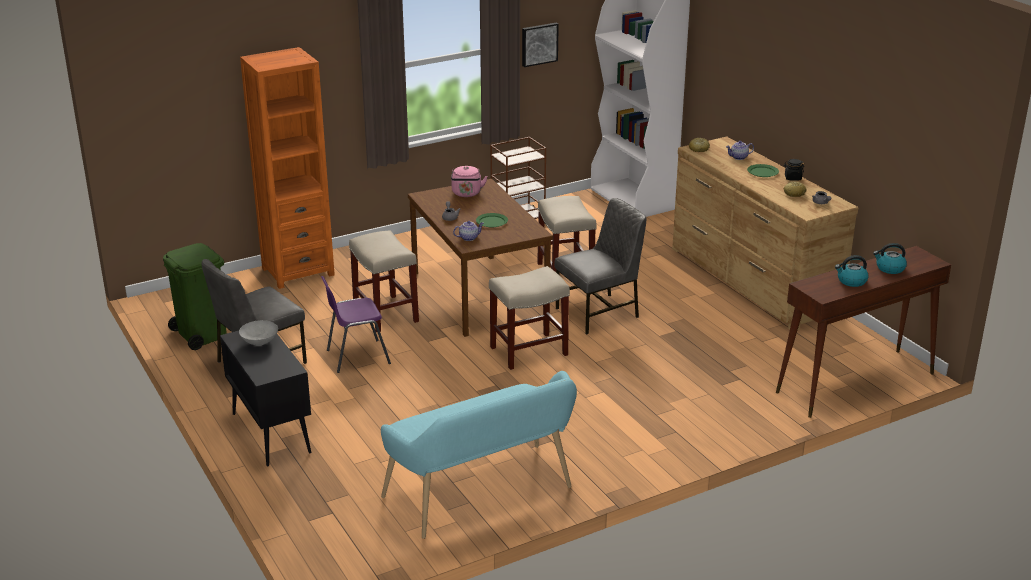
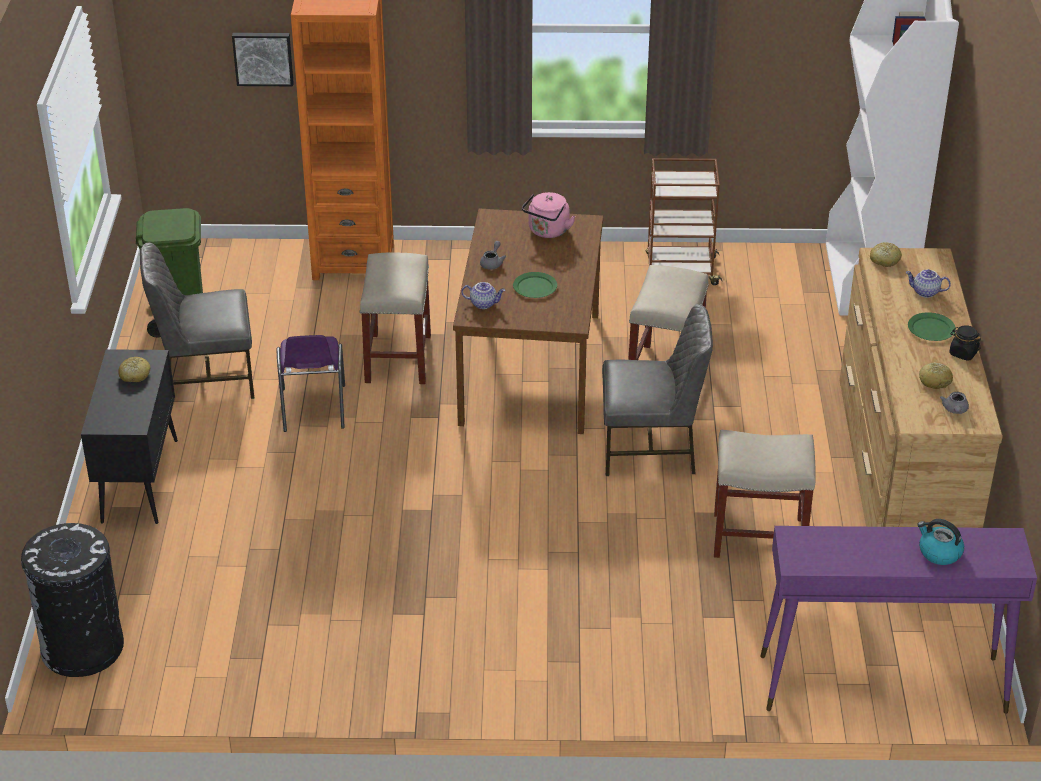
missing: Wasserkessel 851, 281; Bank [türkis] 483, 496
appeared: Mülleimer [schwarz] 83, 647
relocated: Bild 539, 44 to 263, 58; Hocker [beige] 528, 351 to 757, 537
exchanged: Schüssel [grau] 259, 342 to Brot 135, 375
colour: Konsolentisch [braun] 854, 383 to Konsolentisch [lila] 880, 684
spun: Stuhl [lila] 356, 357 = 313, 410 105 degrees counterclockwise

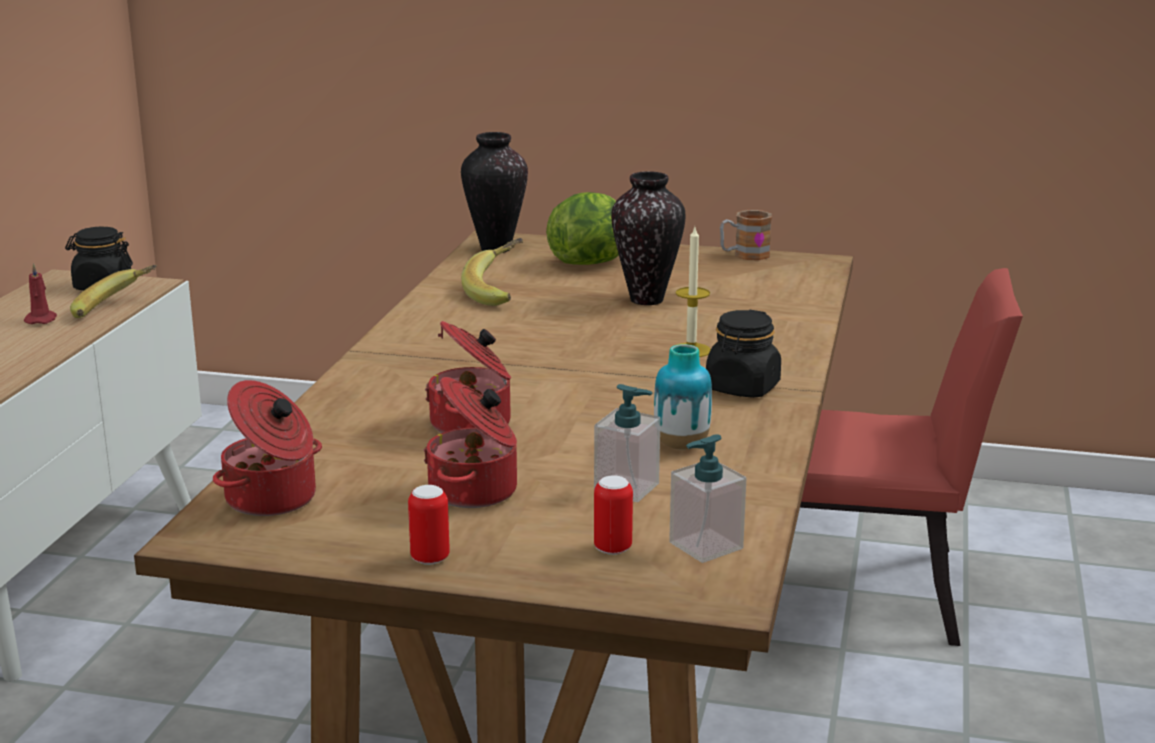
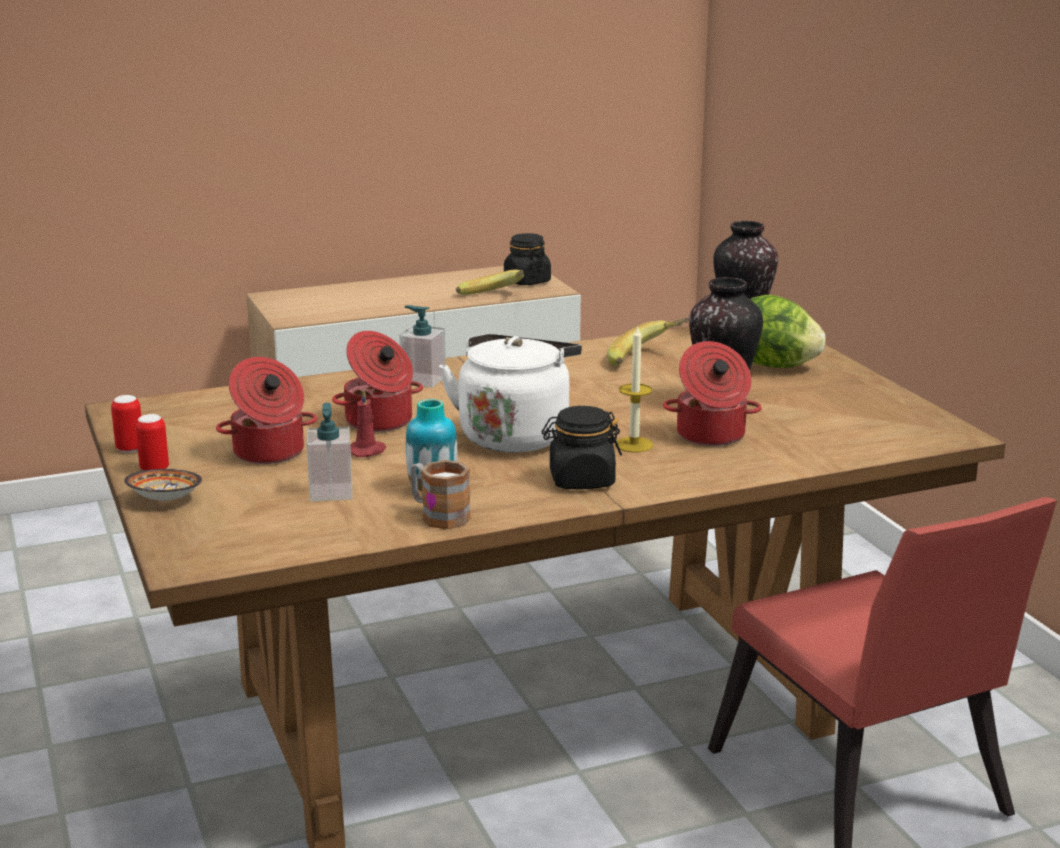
appeared: Wasserkessel [weiß] 515, 435; Schüssel 165, 499
relocated: Henkelbecher 744, 255 to 438, 515; Kerze [rot] 41, 319 to 367, 451; Kochtopf 273, 499 to 710, 436; Seifenspender 705, 546 to 423, 380; Dose 612, 548 to 130, 449

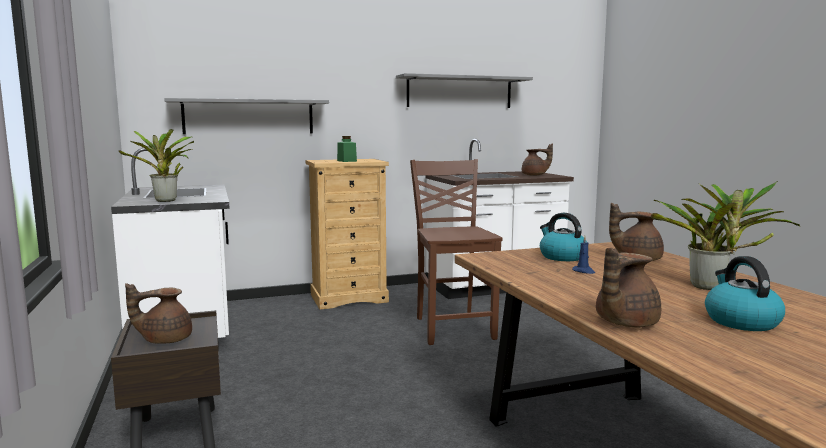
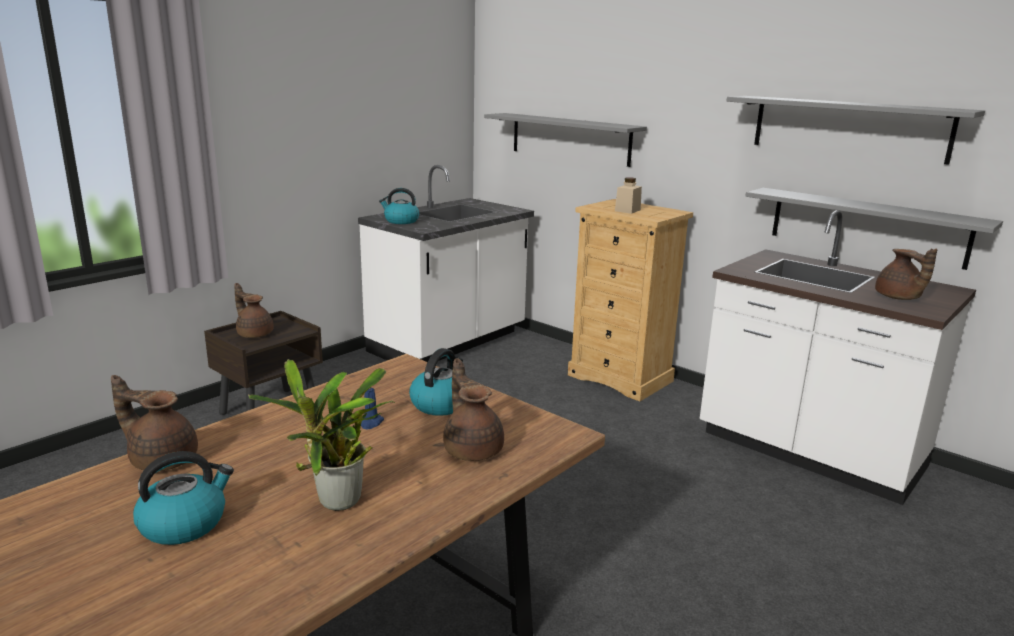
missing: Stuhl [braun] 453, 328
appeared: Wandregal [grau] 867, 227
exchanged: Topfpflanze 166, 201 to Wasserkessel 401, 221
colour: Vorratsglas [grün] 347, 161 to Vorratsglas [beige] 627, 210

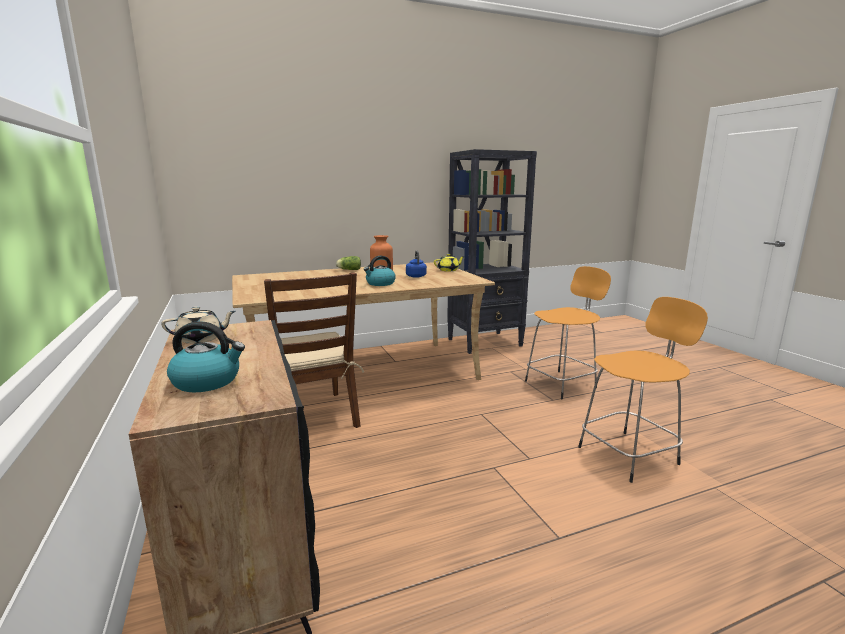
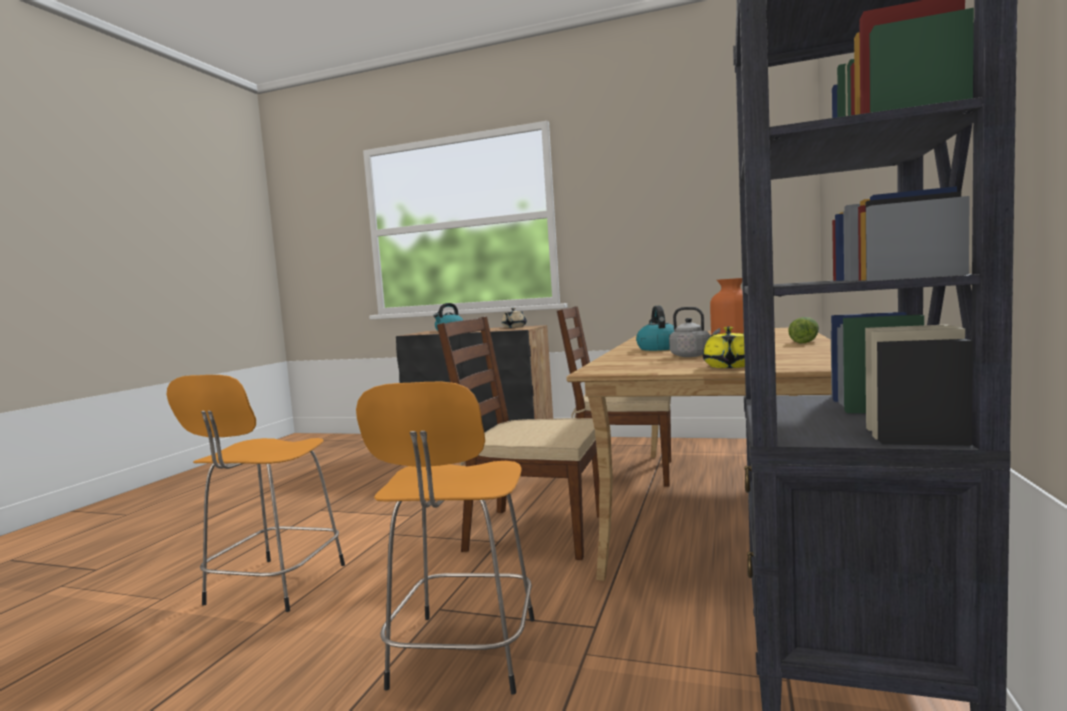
appeared: Stuhl [braun] 534, 532
colour: Wasserkessel [blau] 416, 276 to Wasserkessel [grau] 692, 356

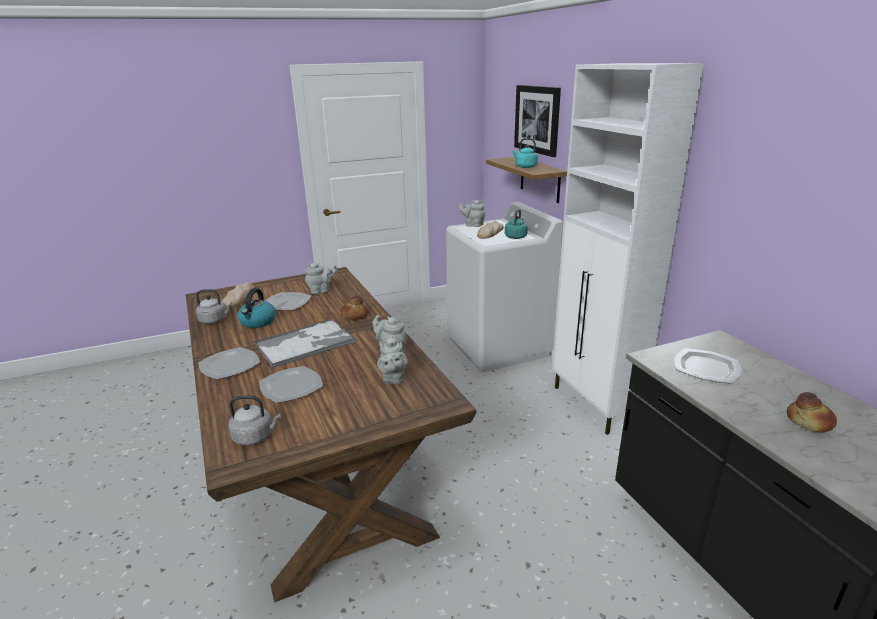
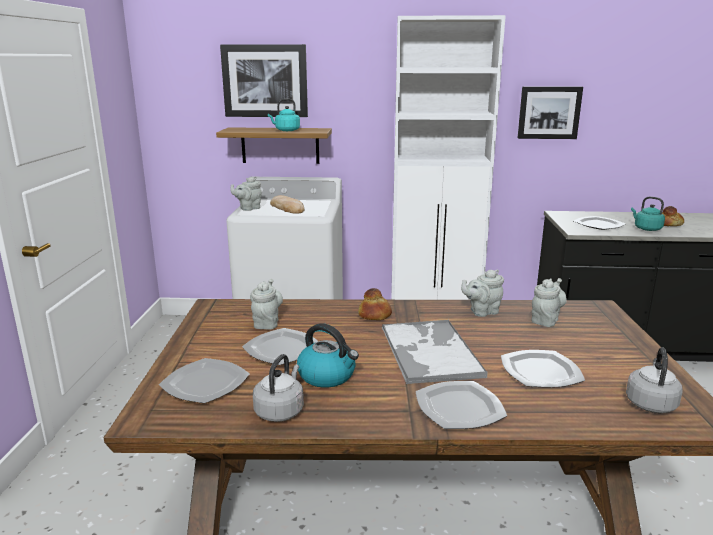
appeared: Bild 549, 112
relocated: Wasserkessel [türkis] 516, 237 to 646, 228
exchanged: Brot 239, 297 to Teller 206, 383
spun: Teekanne [grau] 393, 378 = 545, 320 75 degrees counterclockwise

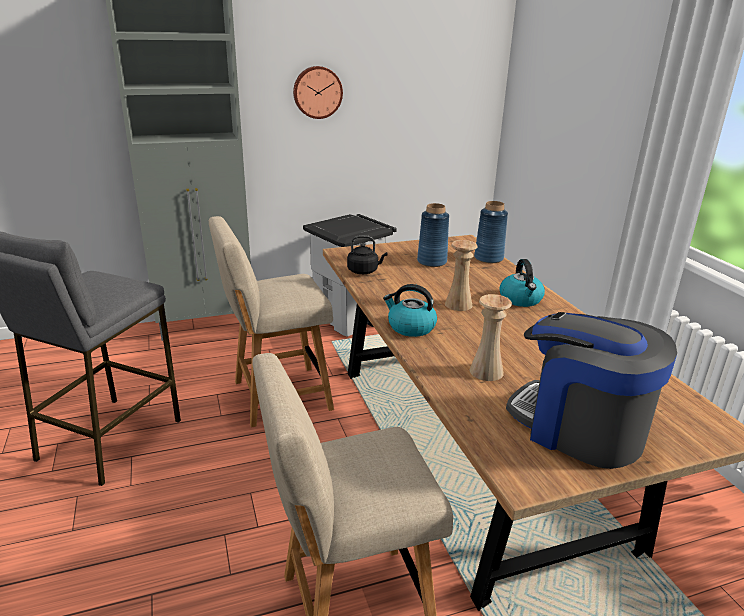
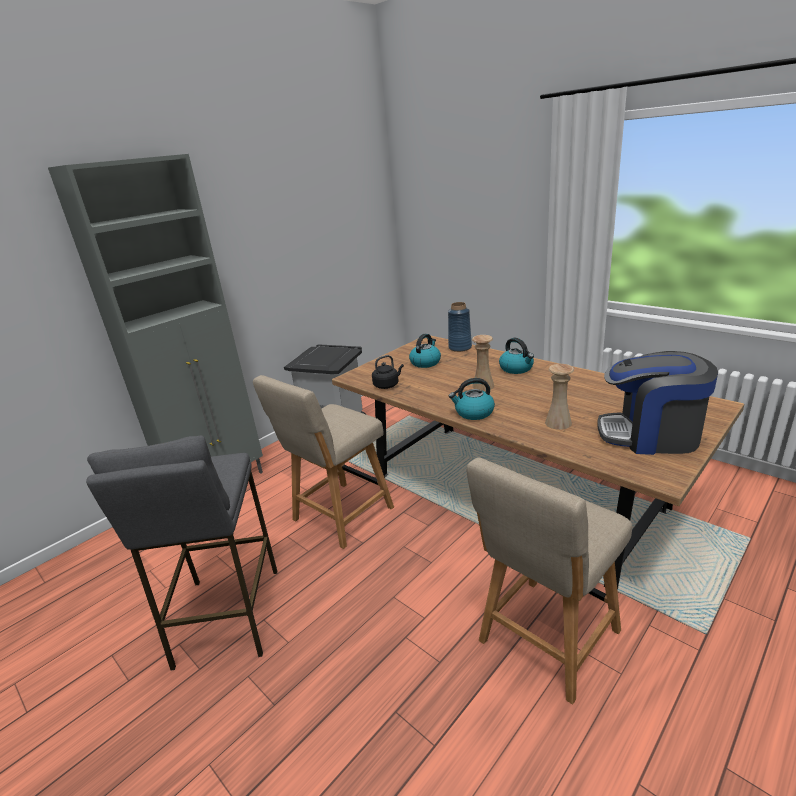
missing: Wanduhr 317, 92
exchanged: Vase [blau] 431, 262 to Wasserkessel 425, 362

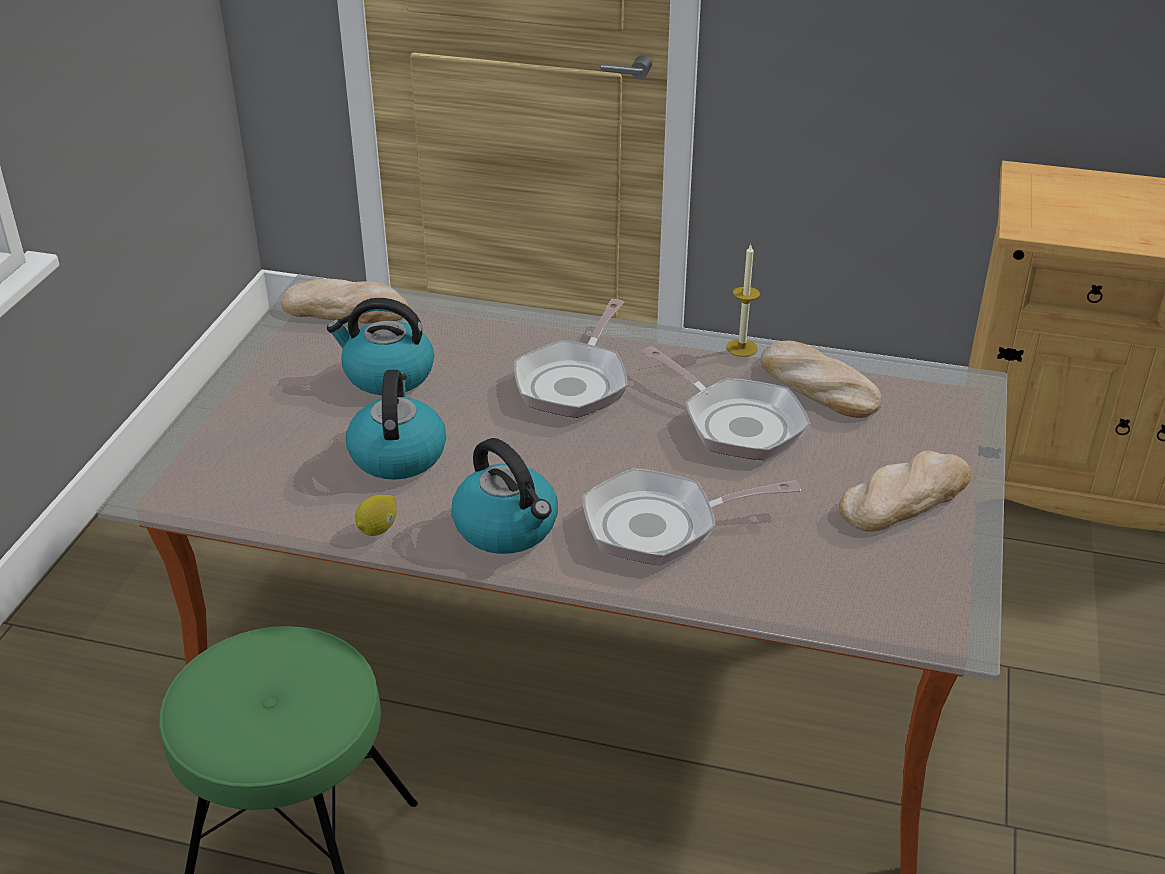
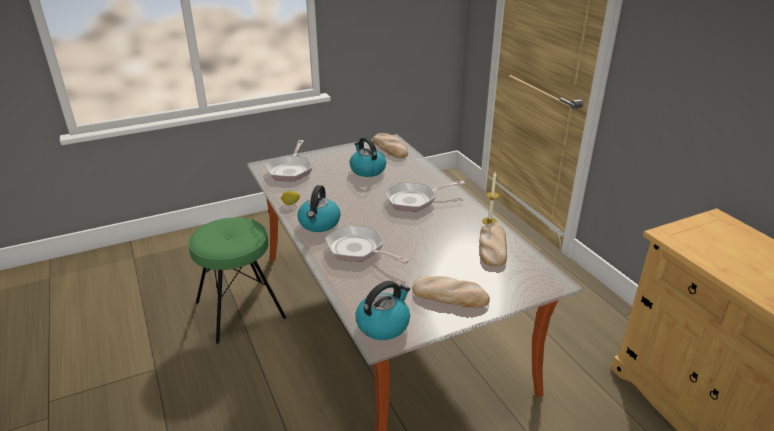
relocated: Pfanne 736, 423 to 290, 170; Wasserkessel 397, 454 to 383, 324

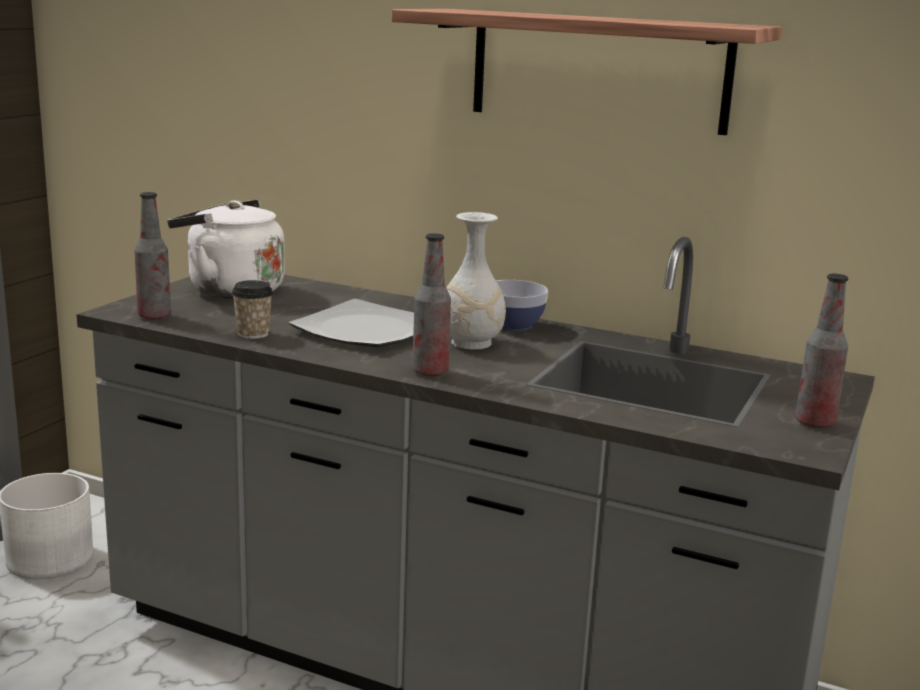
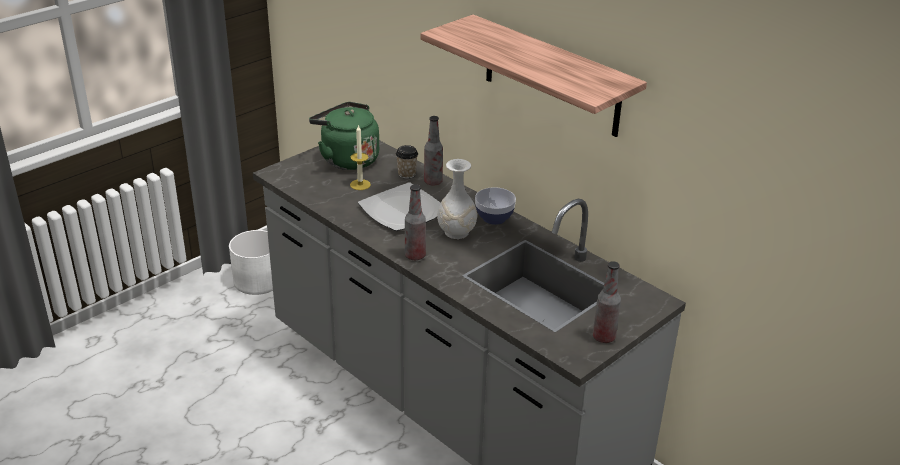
appeared: Kerze 360, 184
relocated: Flasche 154, 316 to 433, 182; Tasse 253, 334 to 406, 174
colour: Wasserkessel [weiß] 230, 290 to Wasserkessel [grün] 347, 159

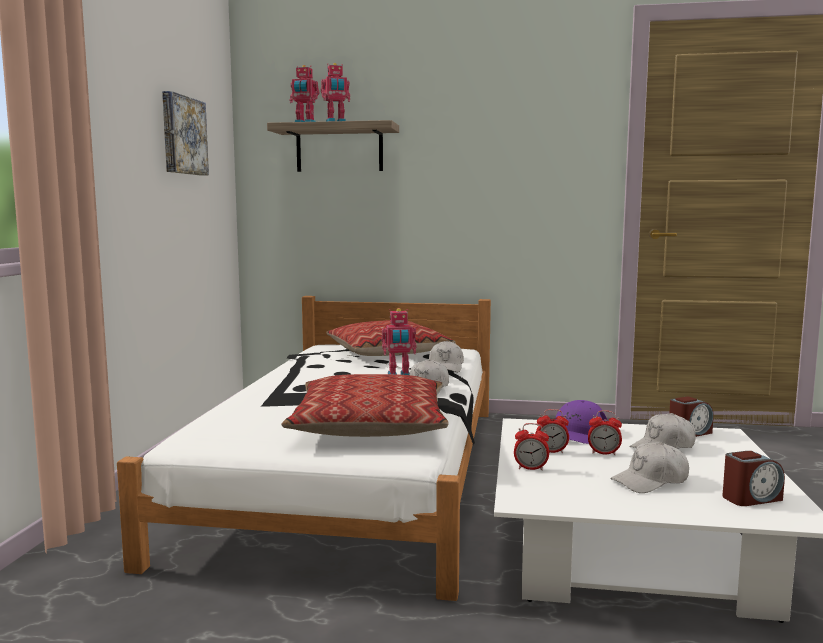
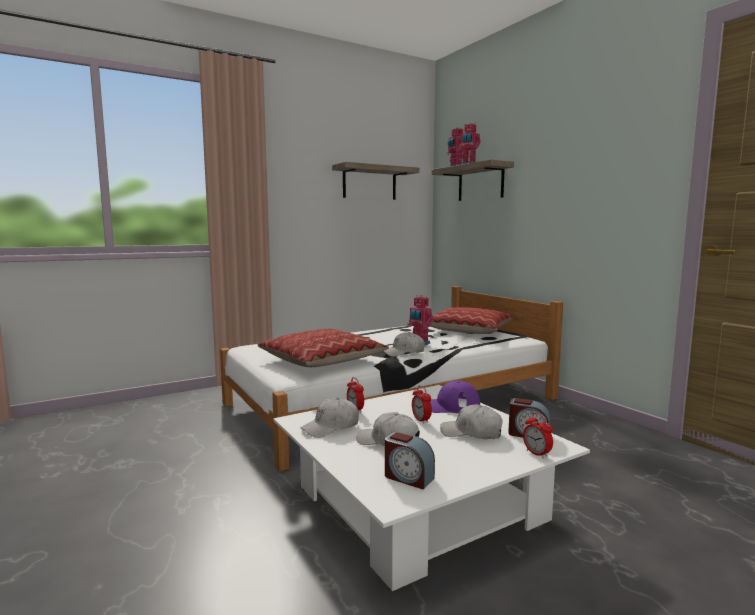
relocated: Kappe [weiß] 446, 367 to 331, 427; Wecker 551, 451 to 537, 453
exchanged: Bild 182, 135 to Wandregal 369, 183

